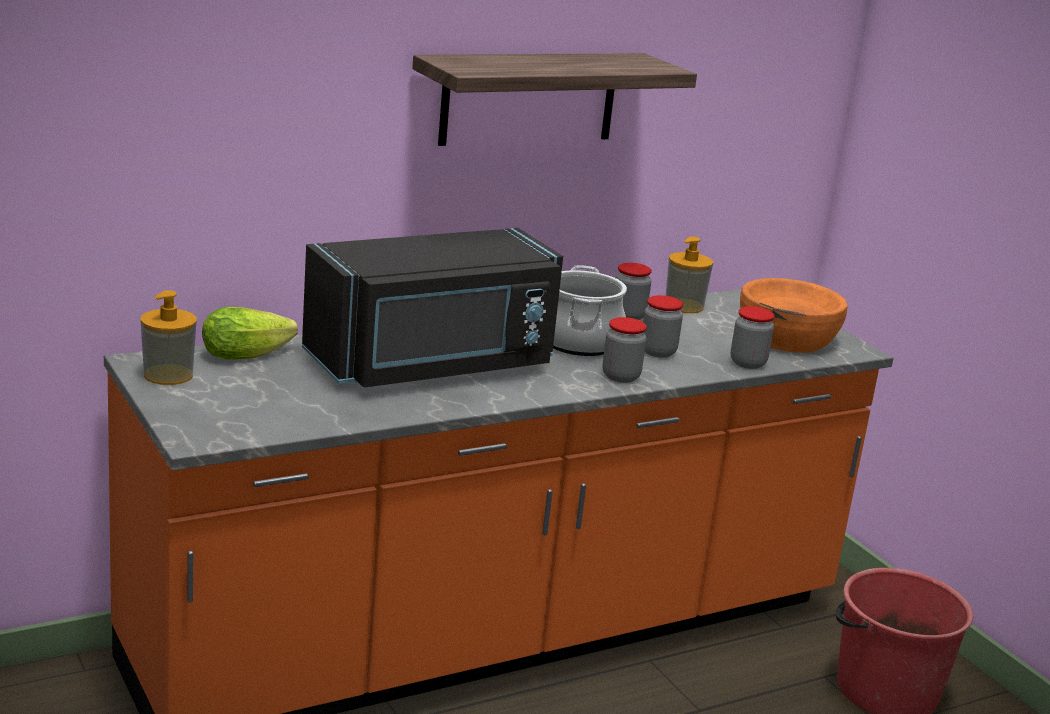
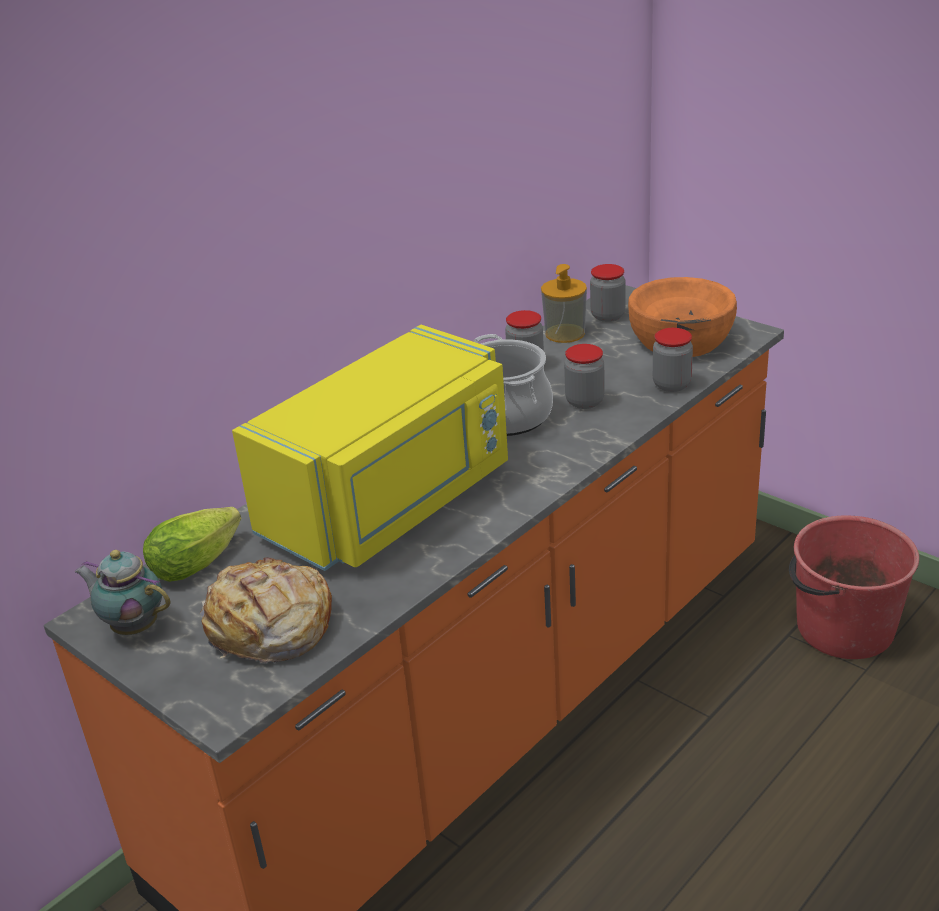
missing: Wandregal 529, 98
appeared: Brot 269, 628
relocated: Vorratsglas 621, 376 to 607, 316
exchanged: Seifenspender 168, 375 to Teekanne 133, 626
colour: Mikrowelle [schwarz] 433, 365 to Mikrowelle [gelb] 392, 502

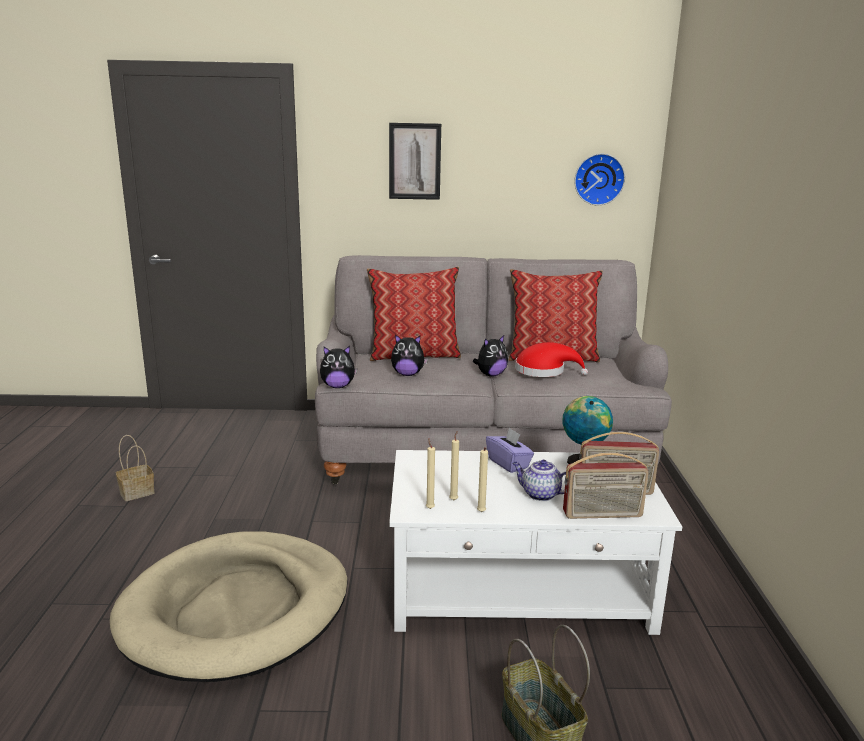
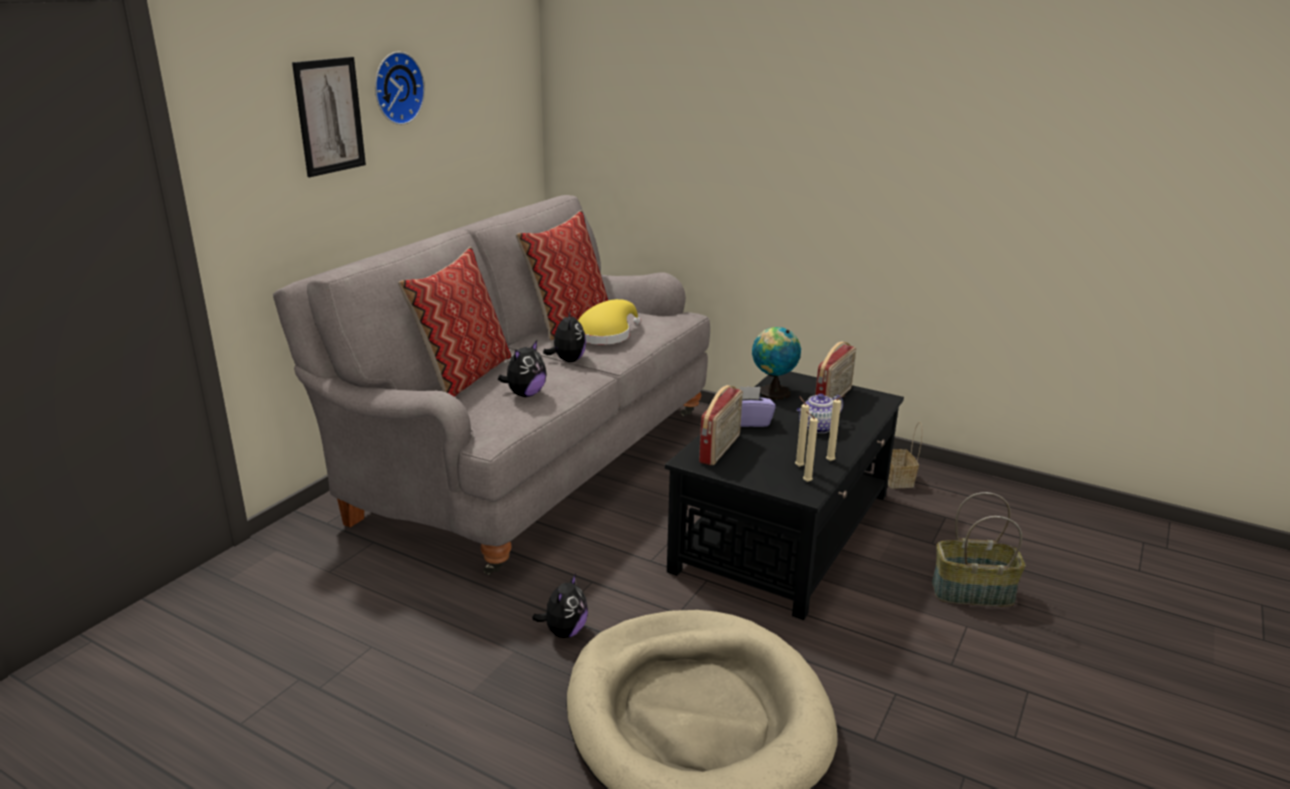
relocated: Wanduhr 598, 179 to 396, 88; Plüschtier 337, 386 to 564, 631; Korb 138, 492 to 895, 479; Radio 602, 515 to 721, 449
colour: Hut [rot] 544, 371 to Hut [gelb] 605, 335; Couchtisch [weiß] 520, 588 to Couchtisch [schwarz] 785, 531

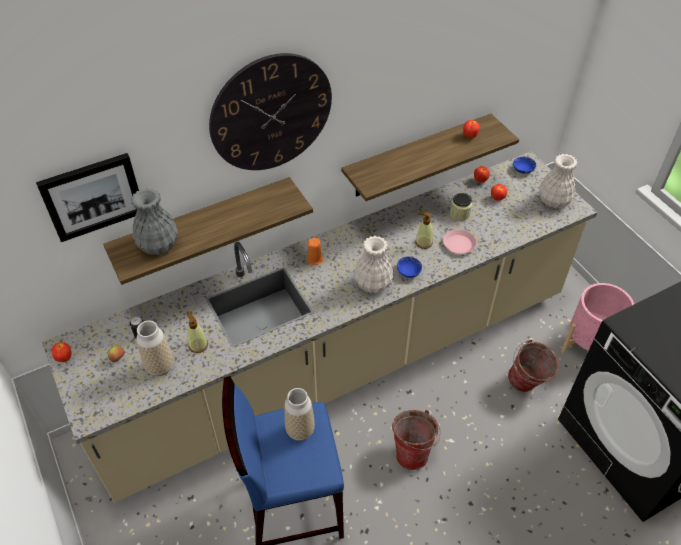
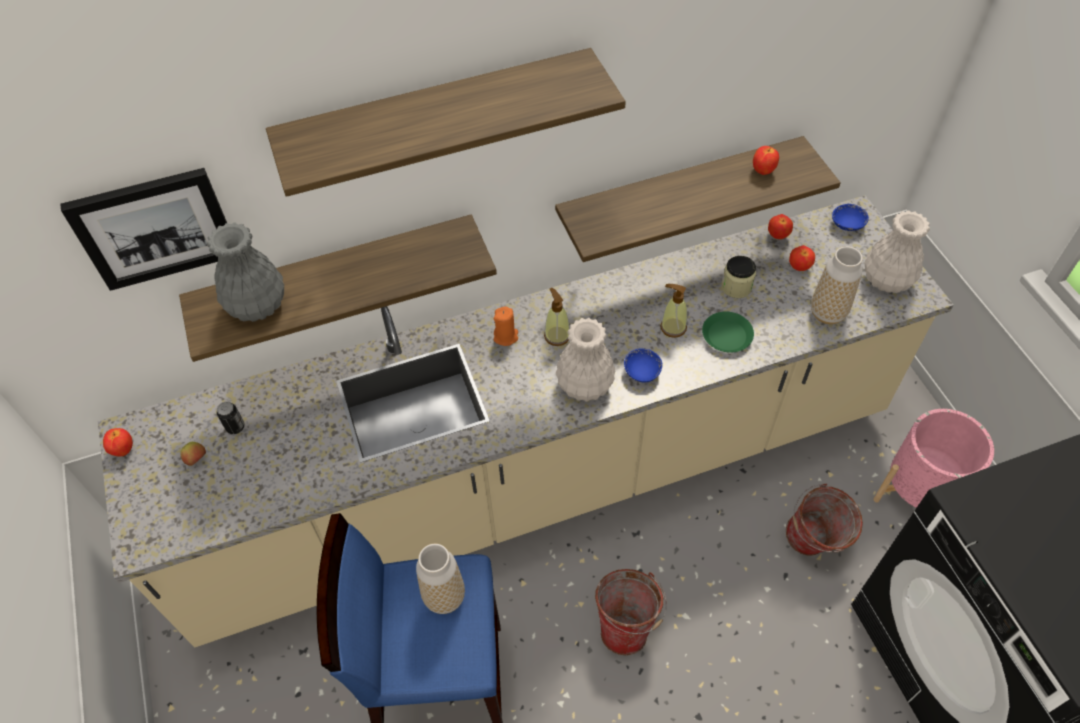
relocated: Seifenspender 198, 345 to 557, 335; Vase 160, 367 to 827, 313
exchanged: Wanduhr 271, 113 to Wandregal 438, 119
colour: Teller [rosa] 459, 244 to Teller [grün] 726, 335

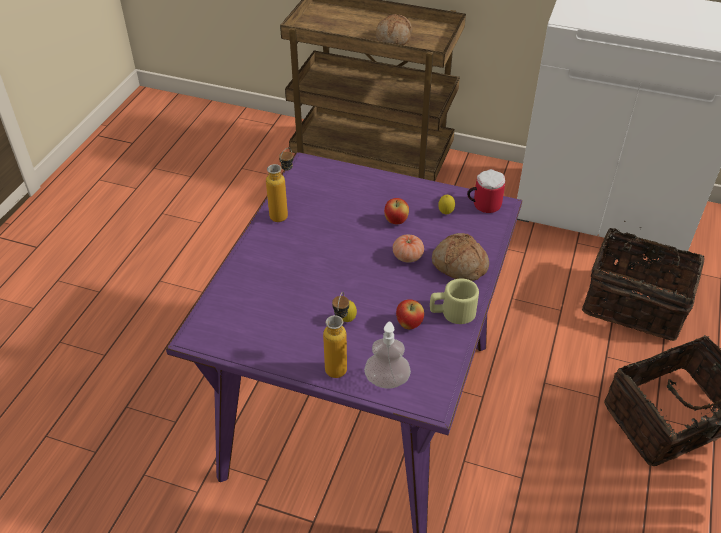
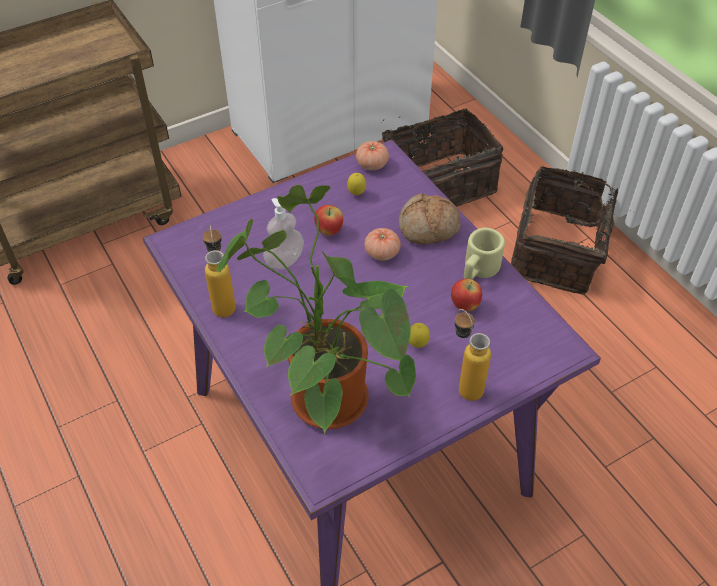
missing: Brot 394, 38
appeared: Topfpflanze 320, 396
relocated: Seifenspender 387, 380 to 284, 260
exchanged: Henkelbecher 483, 204 to Tomate 372, 164

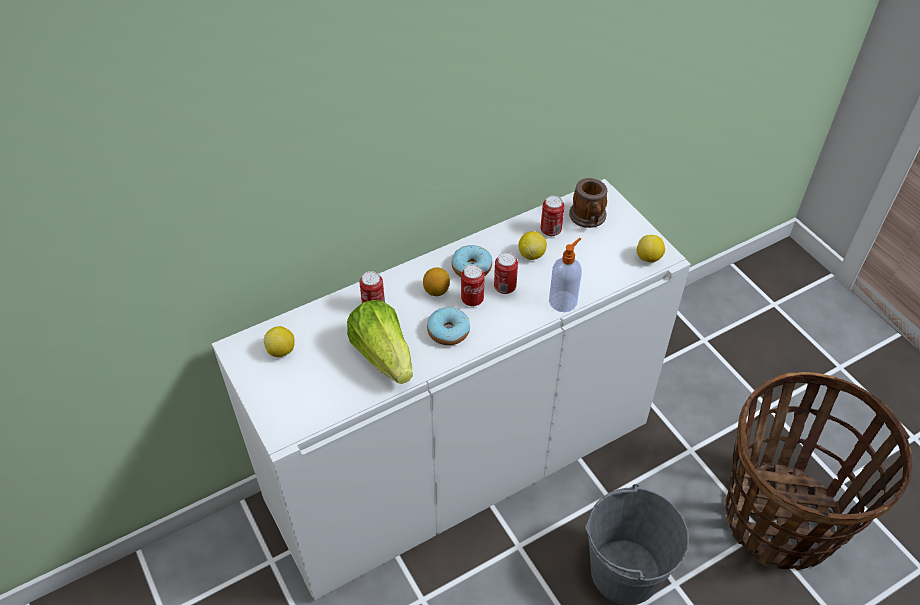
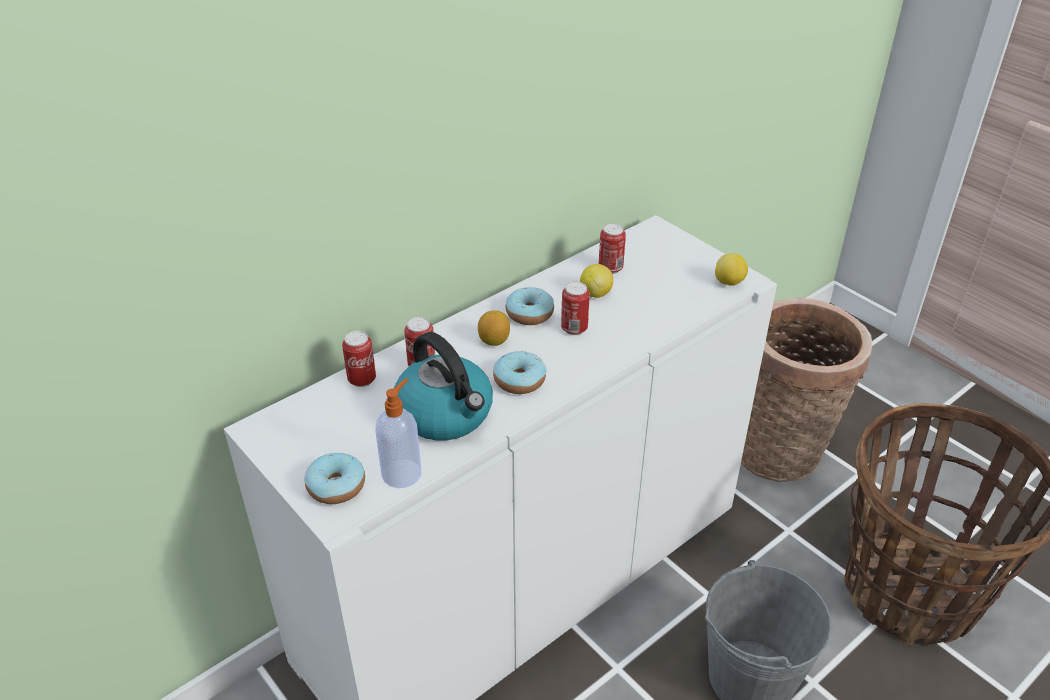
missing: Henkelbecher 589, 218; Zitrone 281, 350
appeared: Korb 782, 451; Donut 336, 486
relocated: Seifenspender 563, 301 to 402, 473; Dose 472, 300 to 362, 380
exchanged: Salatkopf 383, 355 to Wasserkessel 446, 414

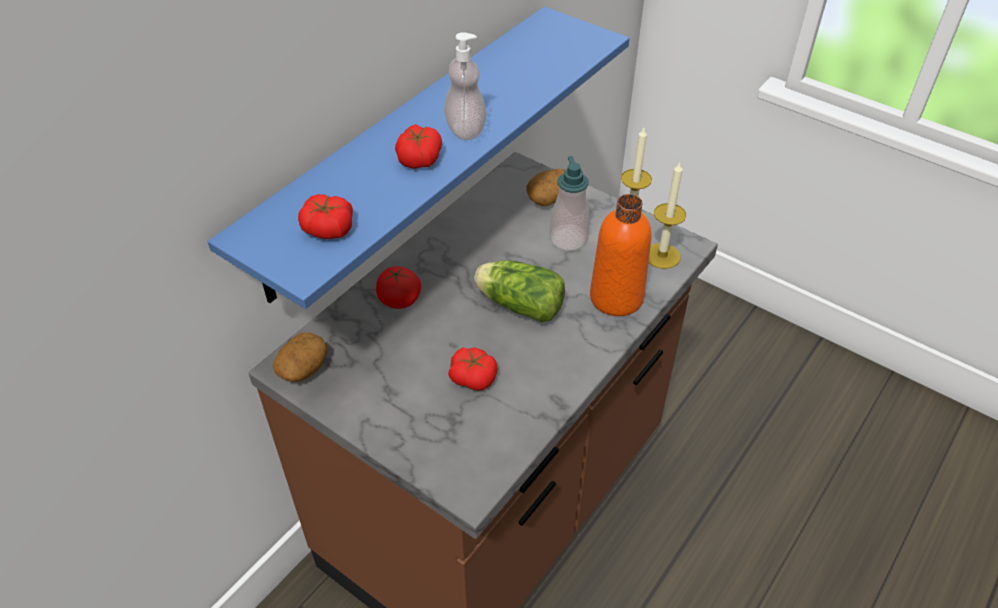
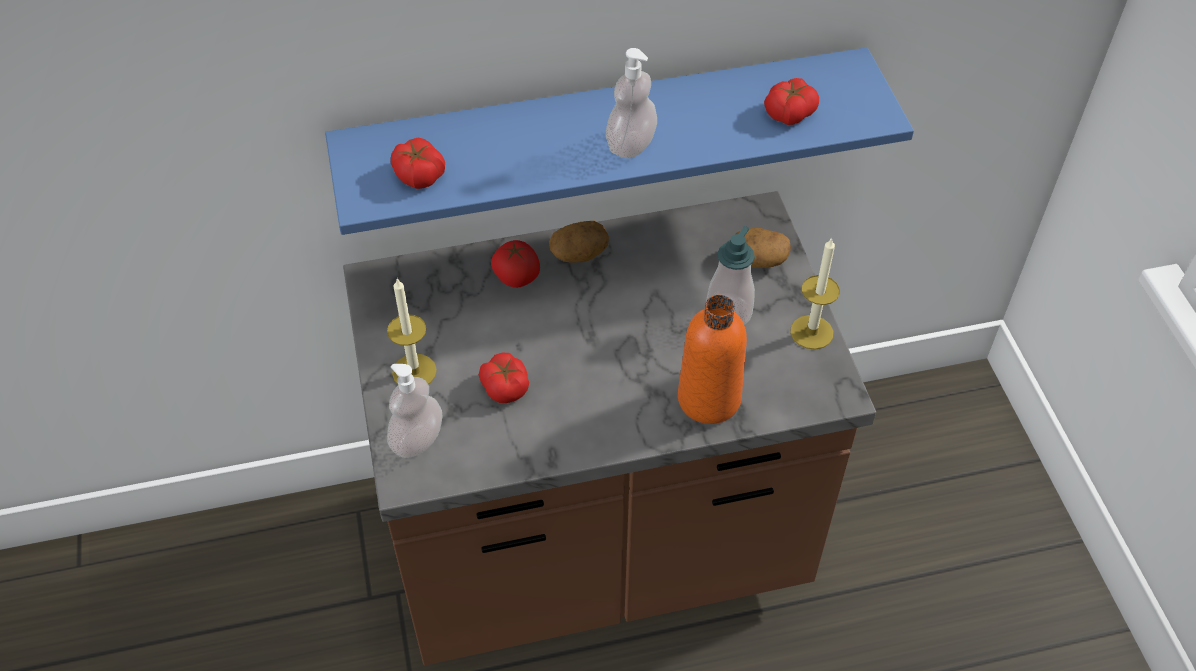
missing: Salatkopf 517, 304
appeared: Seifenspender 417, 440
relocated: Tomate 419, 158 to 789, 112; Kerze 662, 256 to 414, 371; Kartoffel 303, 368 to 579, 253

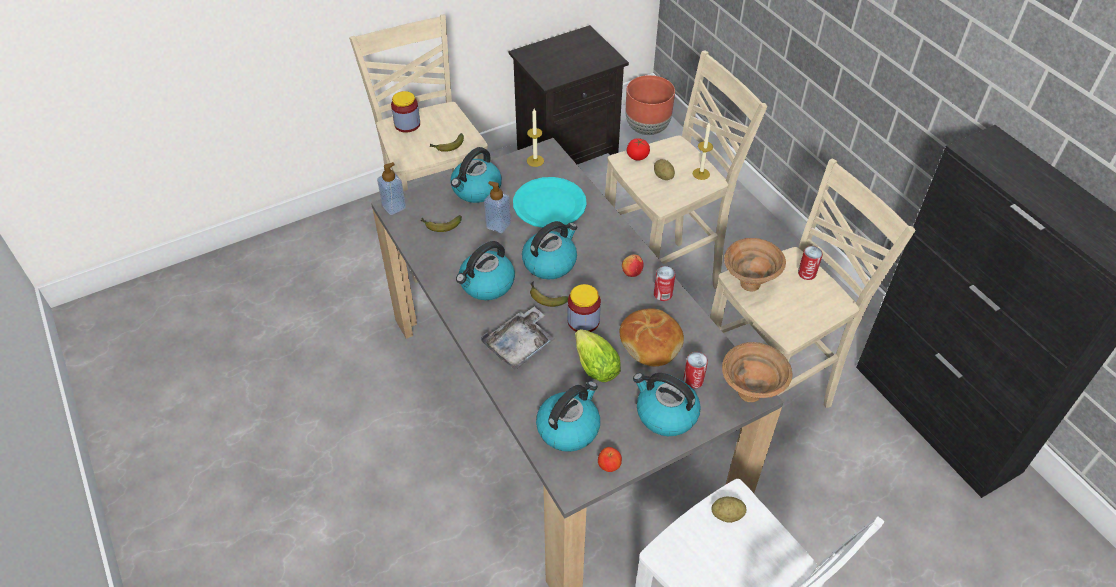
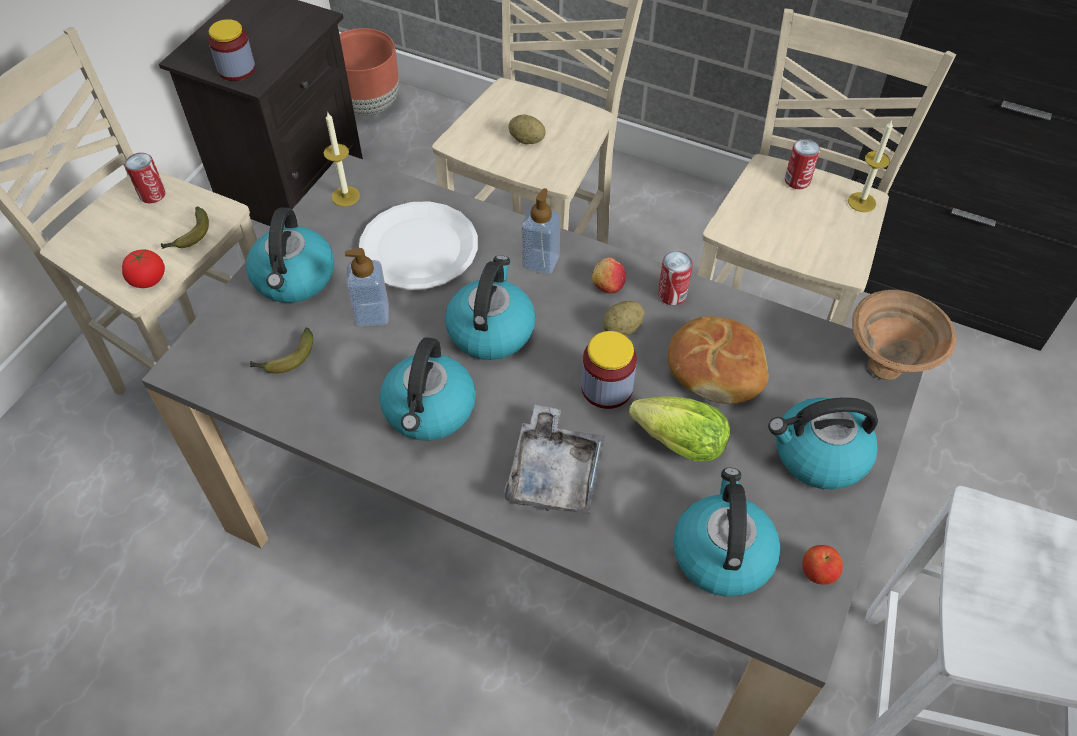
missing: Schüssel [braun] 749, 285; Banane 545, 297
relocated: Vorratsglas 407, 124 to 237, 69; Kerze 701, 174 to 861, 202; Tomate 637, 156 to 148, 279; Seifenspender 394, 207 to 540, 261; Dose 693, 380 to 152, 194; Kartoffel 727, 515 to 622, 328
colour: Teller [türkis] 549, 204 to Teller [weiß] 419, 248

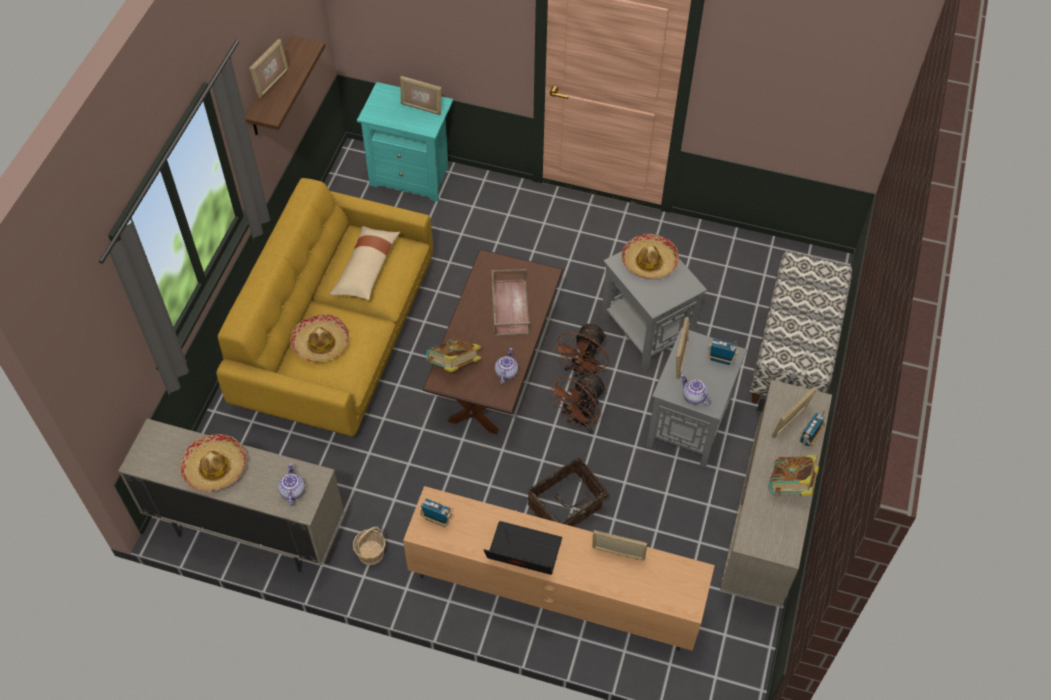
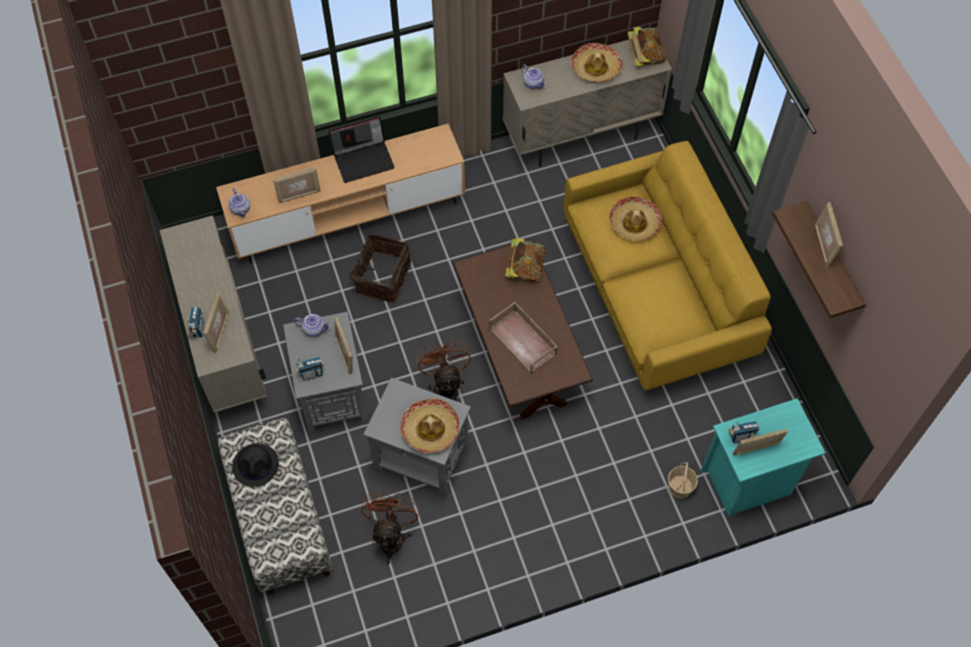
missing: Kissen [beige] 366, 269
appeared: Hut [schwarz] 256, 465
relocated: Teekanne 505, 373 to 241, 209; Ventilator [braun] 578, 420 to 392, 535; Buch 790, 486 to 645, 57; Radio 436, 520 to 740, 437; Korb 370, 553 to 680, 486

